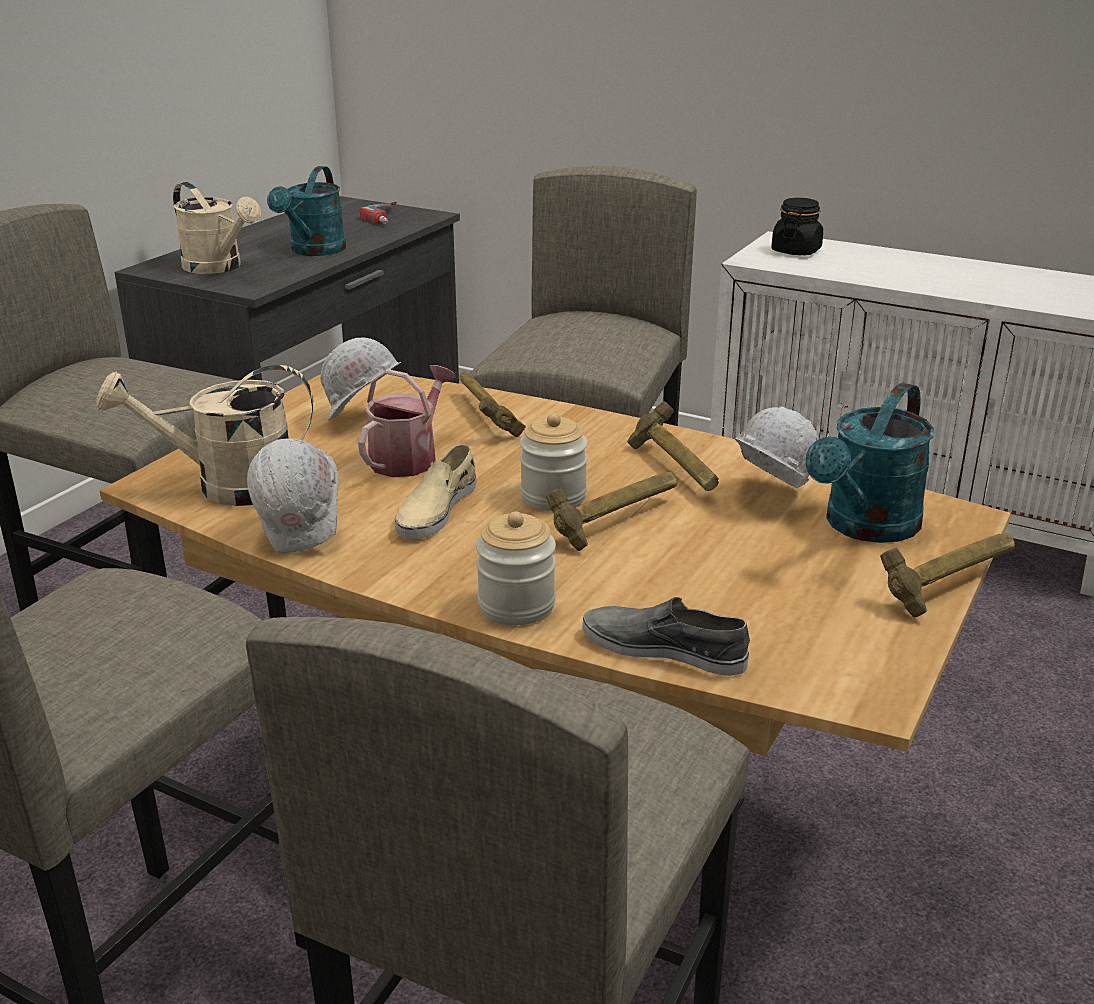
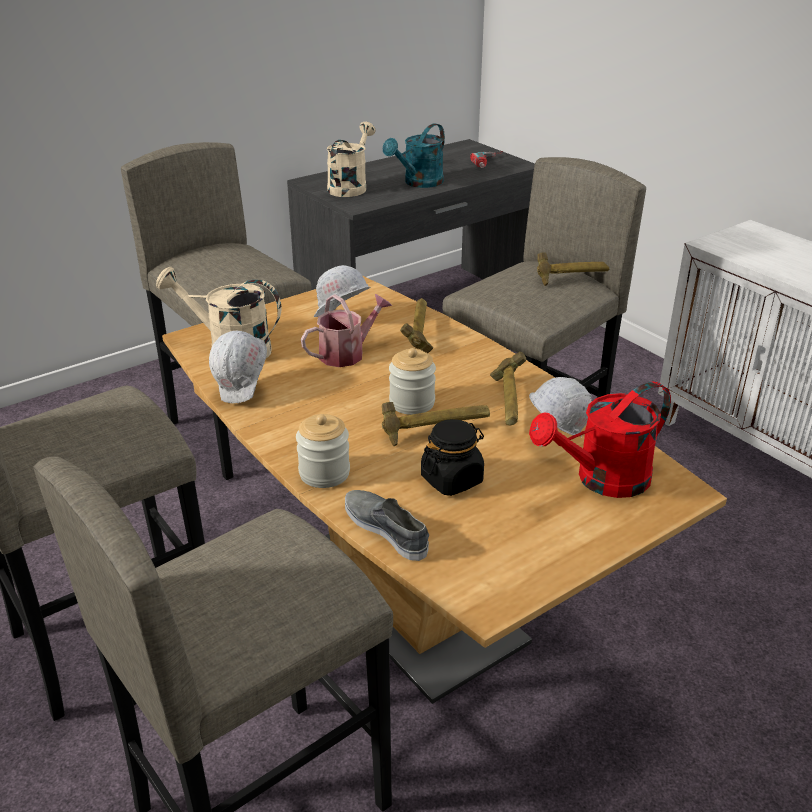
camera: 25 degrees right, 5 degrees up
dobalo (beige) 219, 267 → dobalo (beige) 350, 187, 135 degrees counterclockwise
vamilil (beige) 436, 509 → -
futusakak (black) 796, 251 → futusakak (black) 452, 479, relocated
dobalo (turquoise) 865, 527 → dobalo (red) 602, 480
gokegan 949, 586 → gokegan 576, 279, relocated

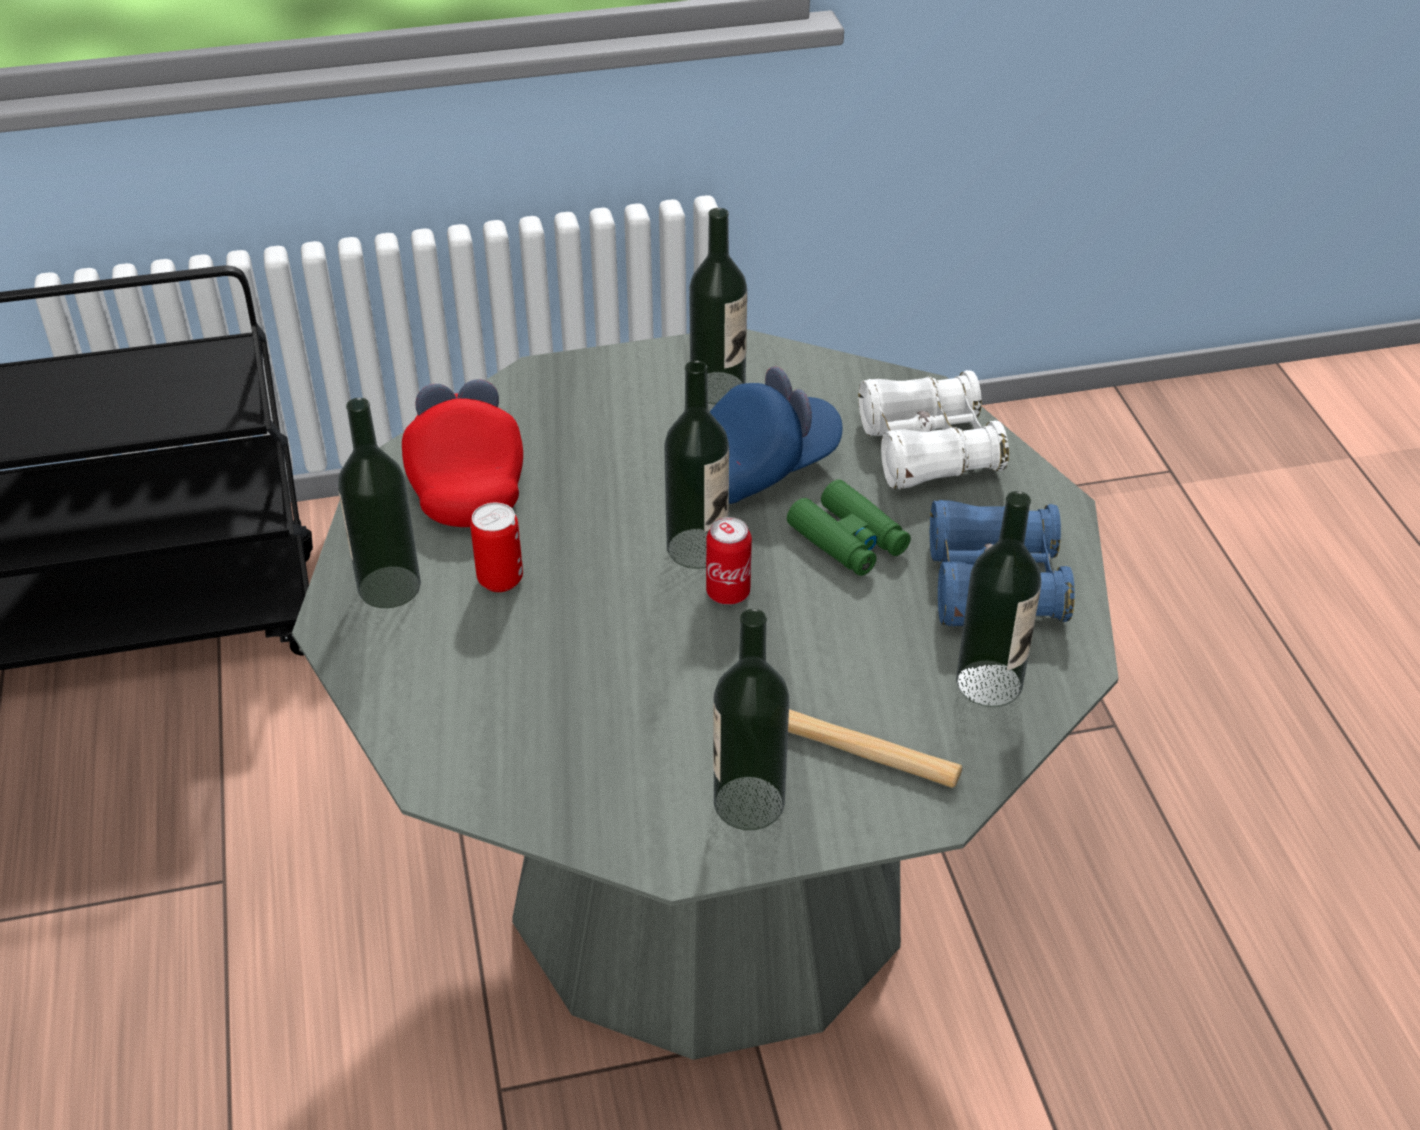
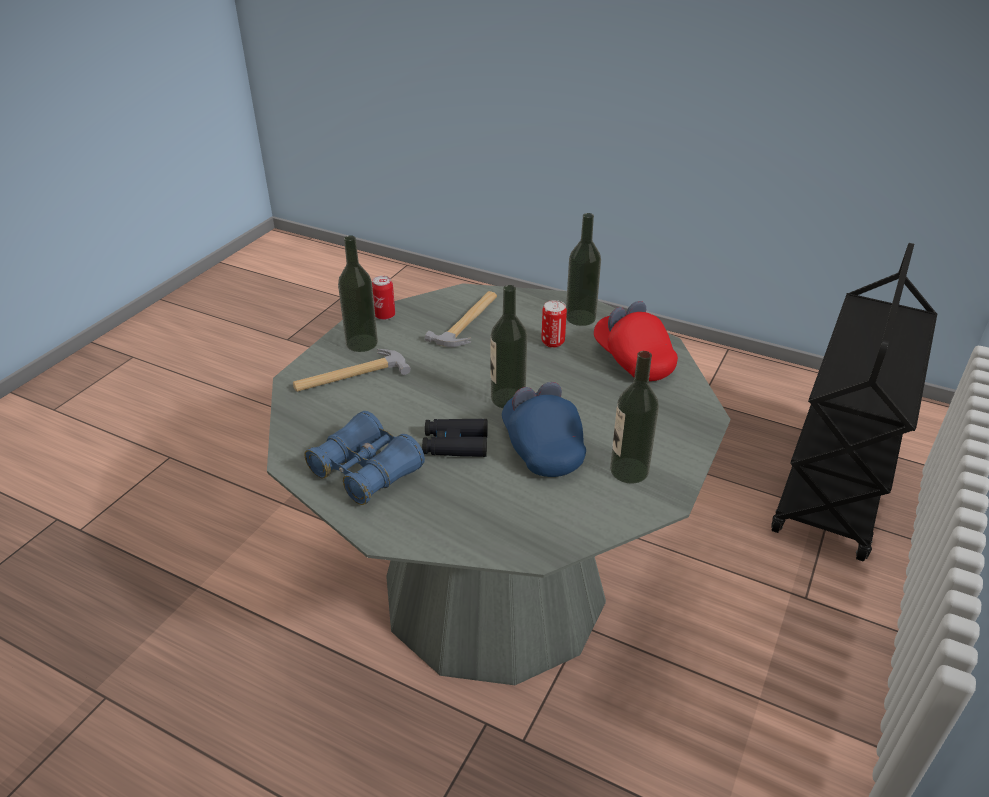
camera: 130 degrees right, 5 degrees down
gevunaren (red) 466, 481 → gevunaren (red) 633, 360, 150 degrees counterclockwise
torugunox 728, 593 → torugunox 384, 315, relocated
gevunaren (blue) 760, 468 → gevunaren (blue) 542, 447, 150 degrees clockwise
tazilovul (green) 848, 540 → tazilovul (black) 455, 444
tazilovul (white) 928, 449 → -
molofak 989, 683 → -
- → gokegan 469, 322

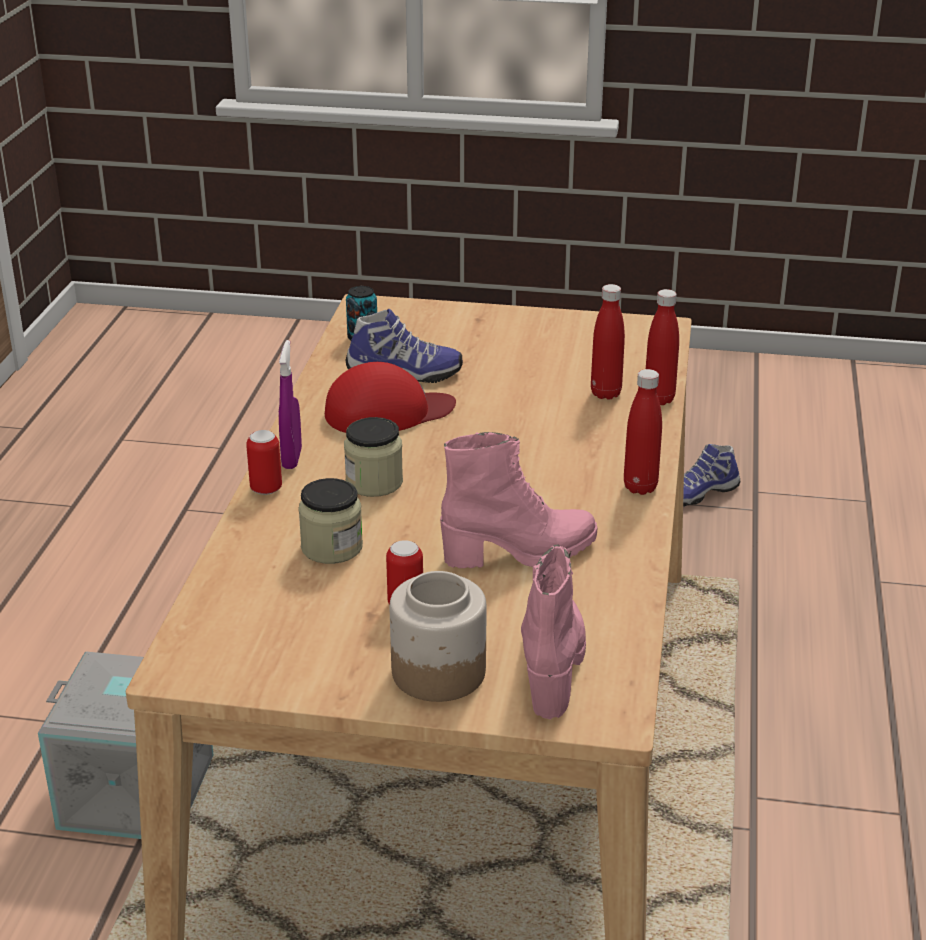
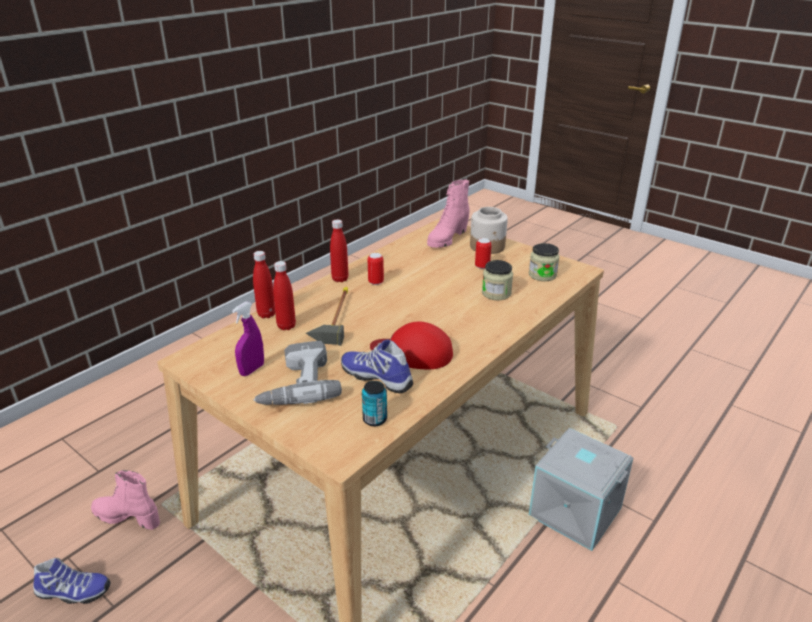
camera: 150 degrees left, 0 degrees up
torugunox 266, 489 → torugunox 376, 282, relocated
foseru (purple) 292, 458 → foseru (purple) 252, 370, relocated
futusakak 374, 482 → futusakak 542, 275, relocated
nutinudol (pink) 520, 553 → nutinudol (pink) 127, 517, relocated
- → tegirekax 295, 384
- → gokegan 333, 316

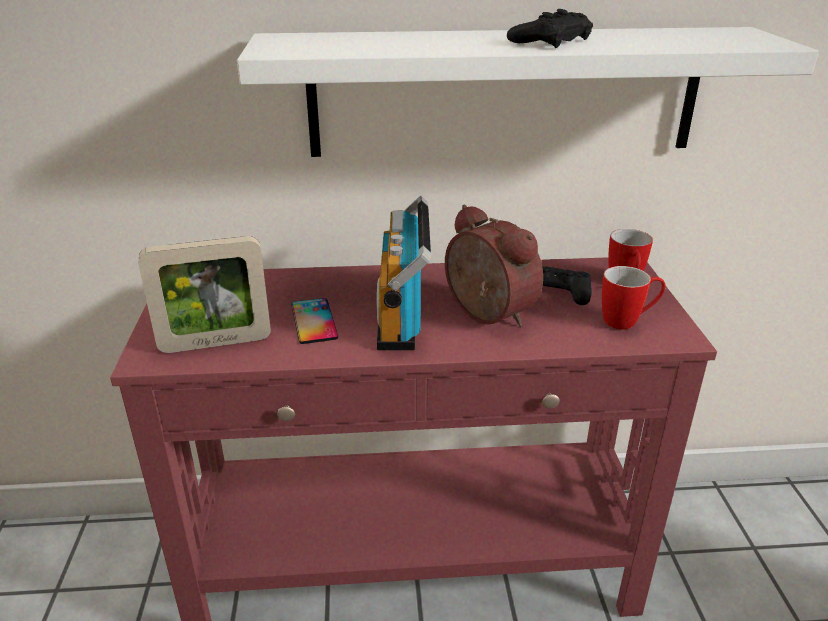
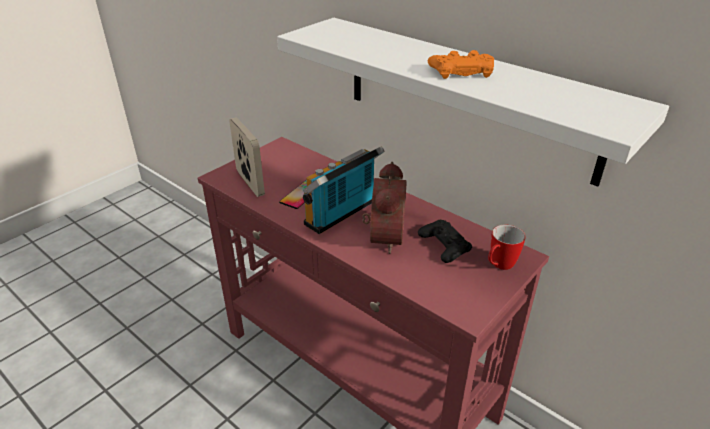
camera: 45 degrees right, 5 degrees up
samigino 215, 343 → samigino 250, 183, 150 degrees counterclockwise
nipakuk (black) 550, 40 → nipakuk (orange) 461, 71
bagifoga 628, 321 → -

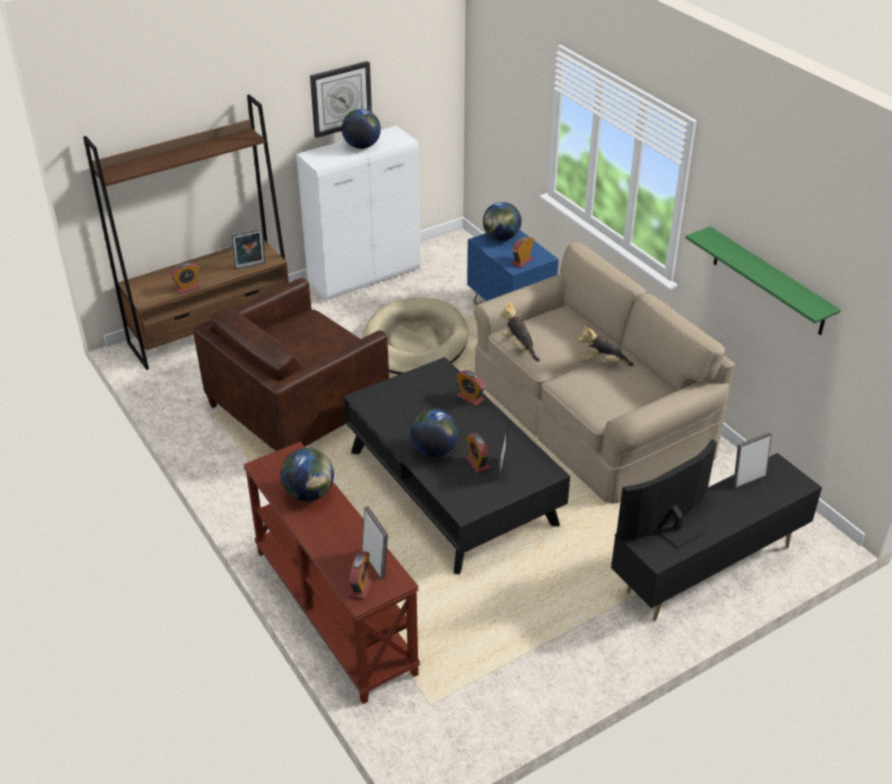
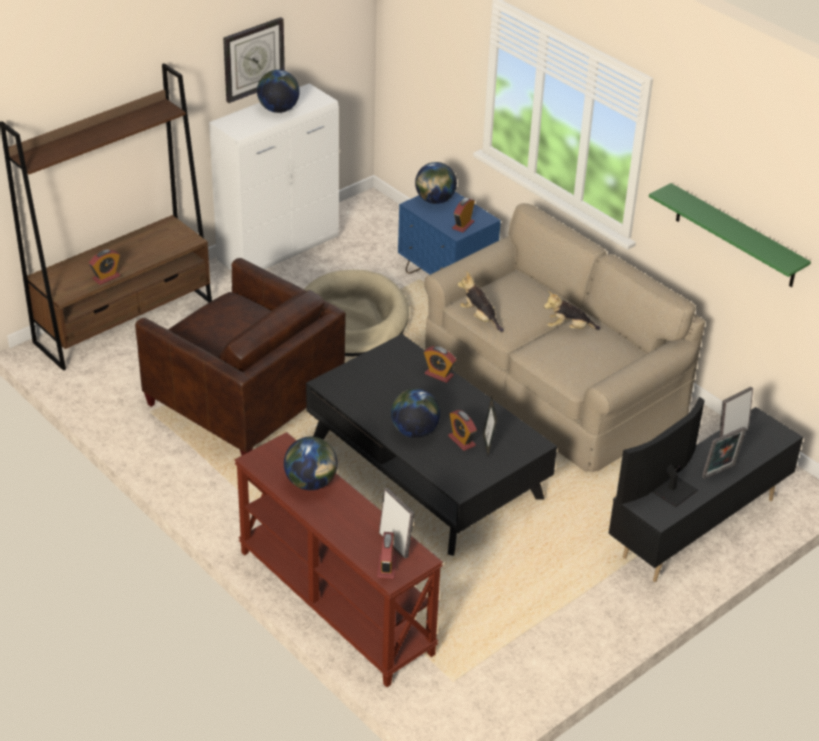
camera: 10 degrees left, 0 degrees up
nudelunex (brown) 298, 408 → nudelunex (brown) 243, 399, 90 degrees counterclockwise
samigino 250, 267 → samigino 720, 472, relocated

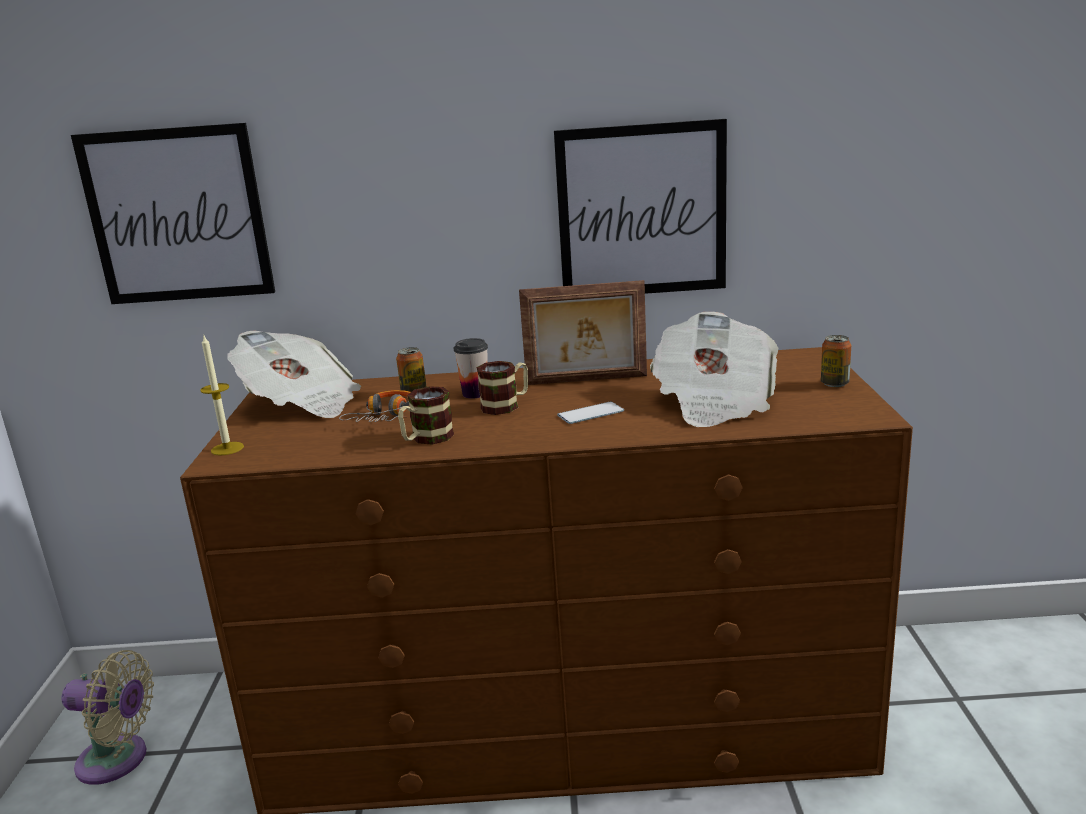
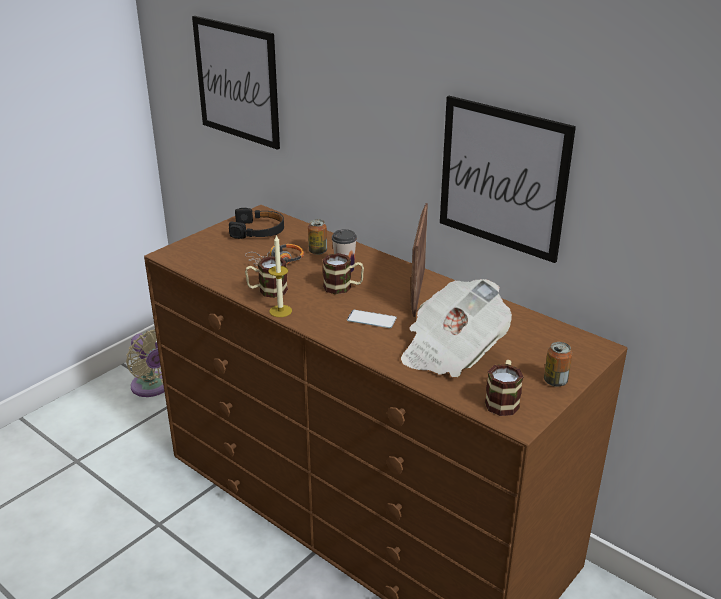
camera: 40 degrees right, 10 degrees up
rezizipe 227, 448 → rezizipe 280, 311, relocated
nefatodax 301, 404 → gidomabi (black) 258, 231
samigino 586, 381 → samigino 417, 291, 60 degrees clockwise
- → bagifoga 503, 400

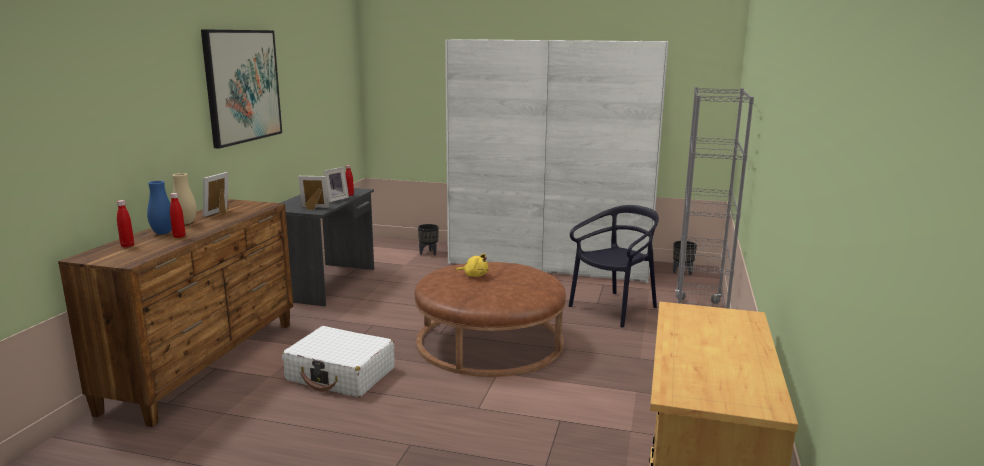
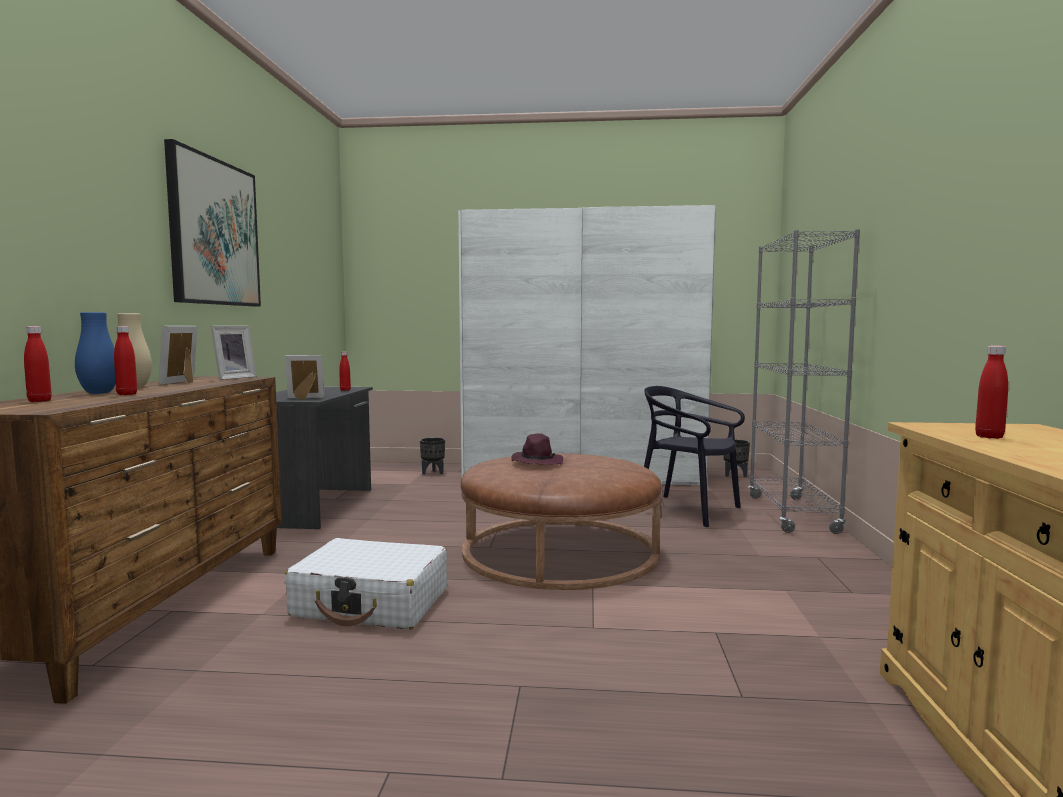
camera: 10 degrees left, 10 degrees down
samigino 335, 199 → samigino 232, 378, relocated
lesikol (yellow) 474, 275 → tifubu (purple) 536, 462
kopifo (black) 614, 308 → kopifo (black) 688, 510, 90 degrees counterclockwise
- → molofak (red) 989, 437

